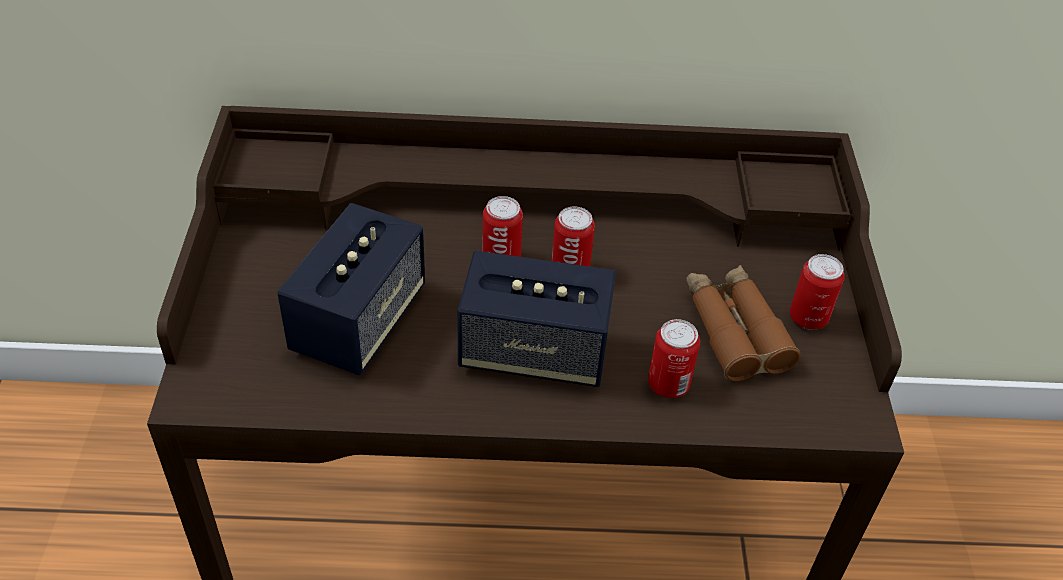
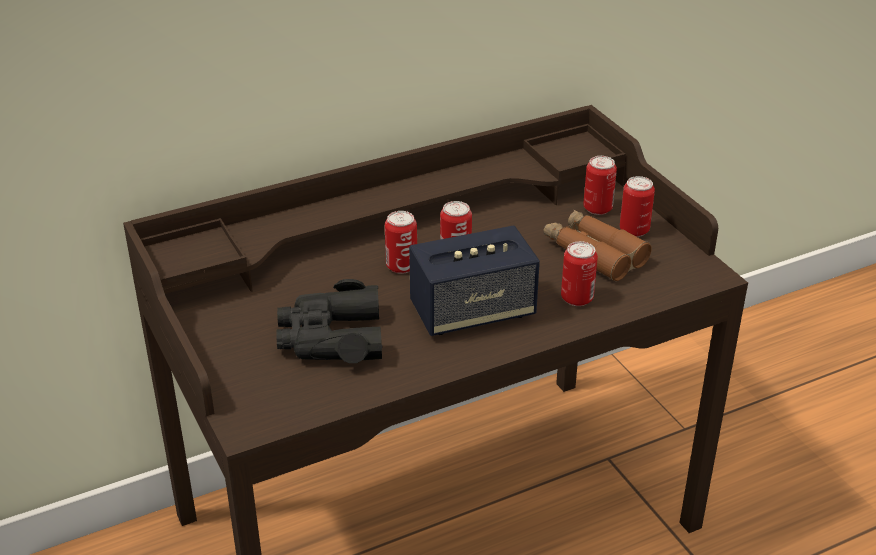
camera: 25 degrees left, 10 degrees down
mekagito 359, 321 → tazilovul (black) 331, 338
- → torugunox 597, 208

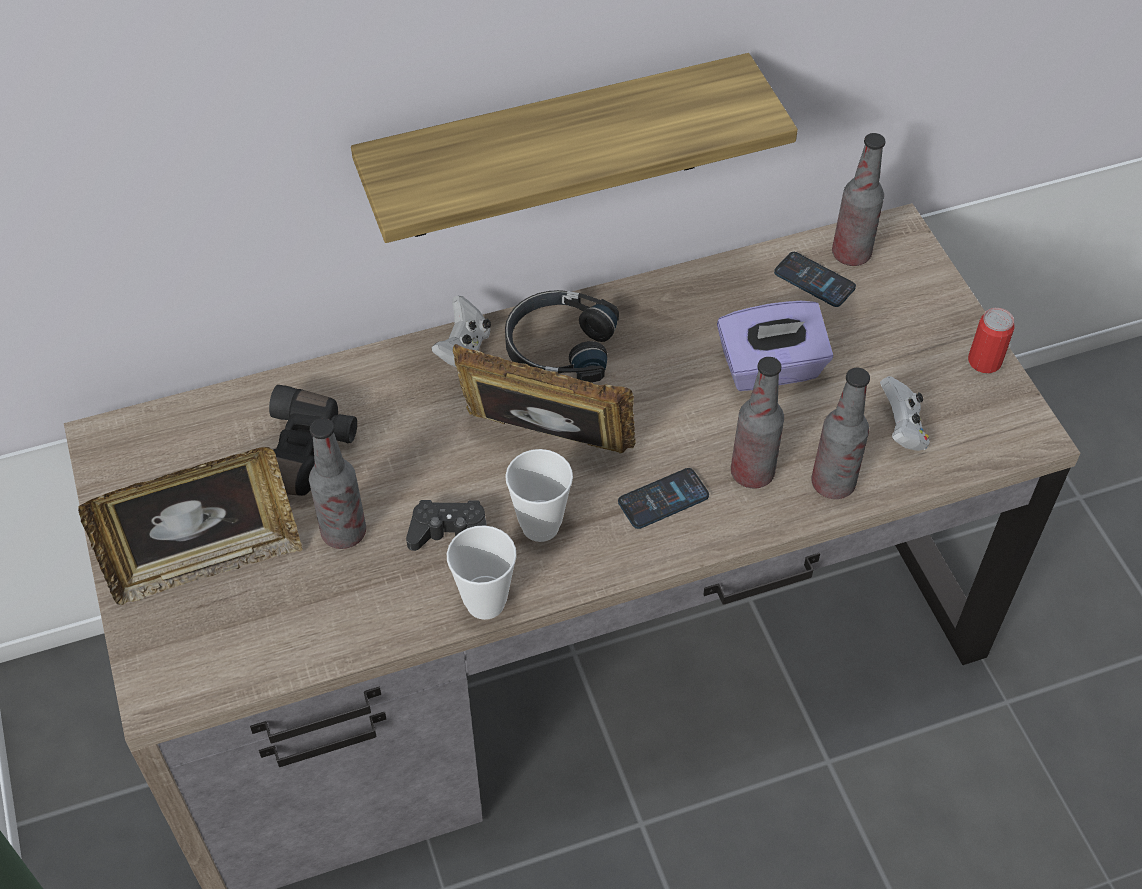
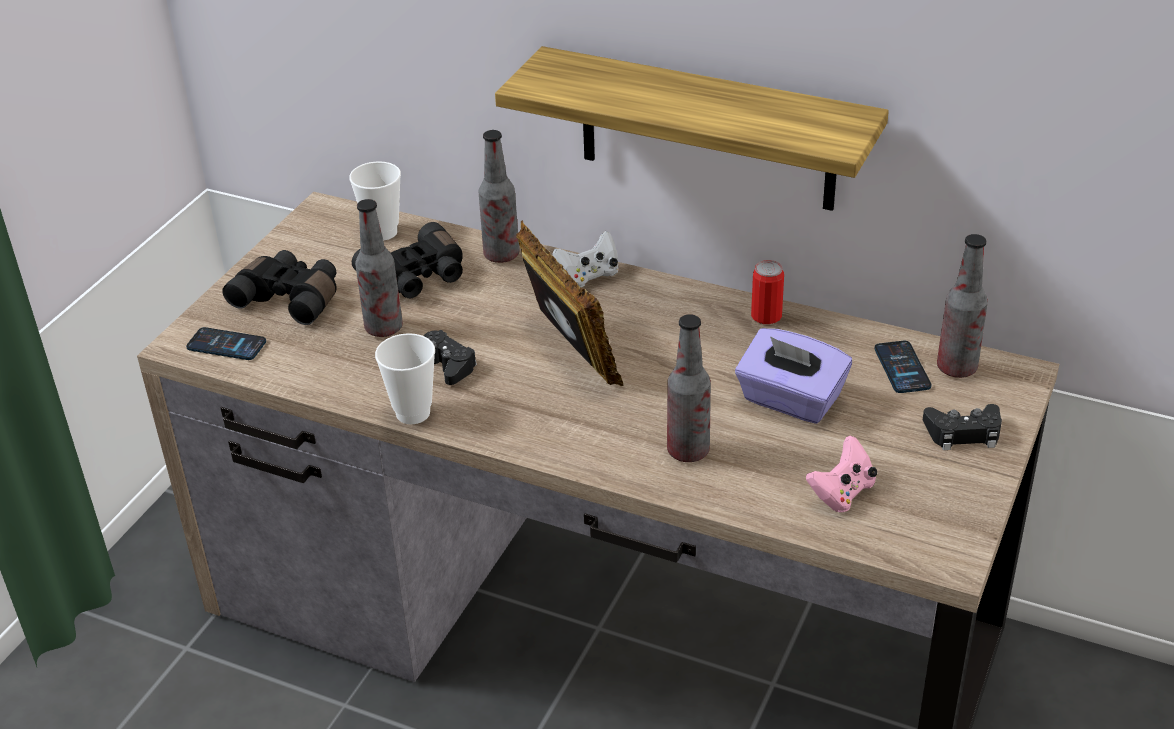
camera: 45 degrees right, 15 degrees down
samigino 206, 562 → tazilovul (black) 291, 298
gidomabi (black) 559, 347 → -
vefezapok 540, 526 → vefezapok 382, 232, relocated
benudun 663, 499 → benudun 226, 345, relocated
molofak 833, 483 → molofak 501, 255, relocated
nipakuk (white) 902, 430 → nipakuk (pink) 842, 493
torugunox 984, 361 → torugunox 766, 316, relocated
- → nipakuk (black) 963, 433

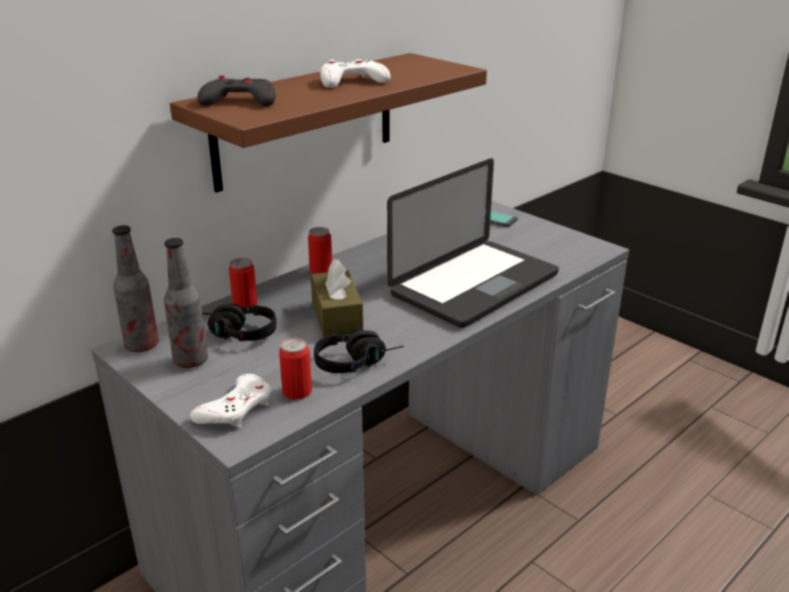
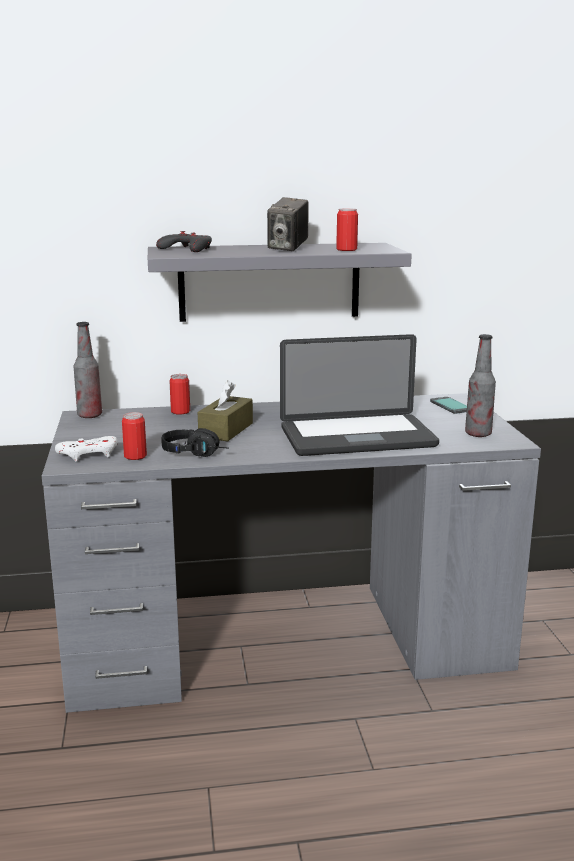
camera: 35 degrees right, 10 degrees down
molofak 191, 361 → molofak 478, 434, relocated
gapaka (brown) 305, 120 → gapaka (grey) 269, 282
gidomabi (black) 235, 334 → -
torugunox 321, 270 → torugunox 346, 250, relocated
nipakuk (white) 352, 81 → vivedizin 288, 249

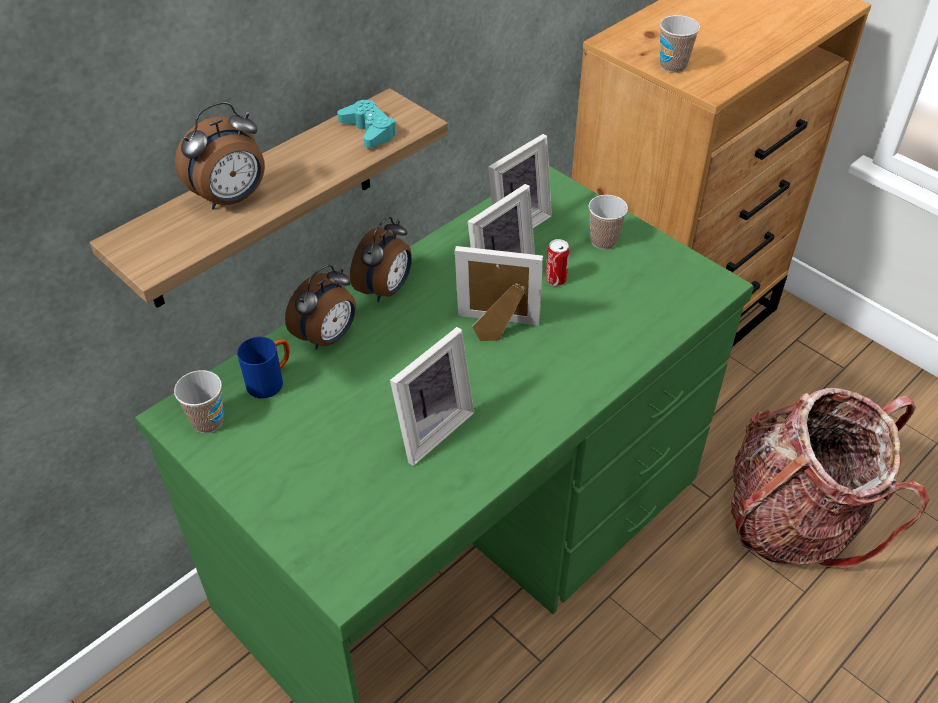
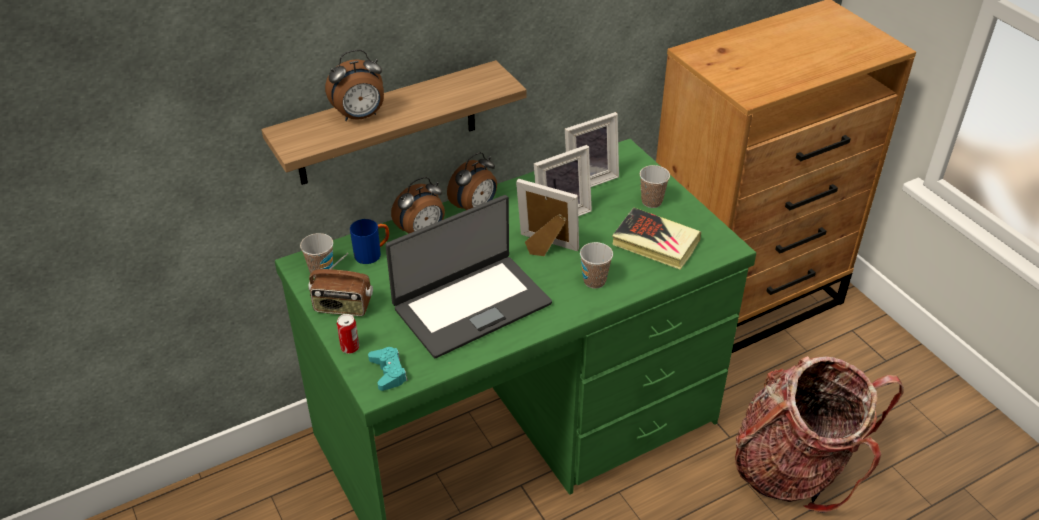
camera: 15 degrees right, 5 degrees down
nipakuk (turquoise) 369, 130 → nipakuk (turquoise) 388, 372, relocated
samigino 429, 428 → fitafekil 471, 304
torugunox 556, 279 → torugunox 350, 347, relocated
vefezapok 673, 66 → vefezapok 594, 281, relocated
- → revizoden 342, 307
- → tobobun 655, 243

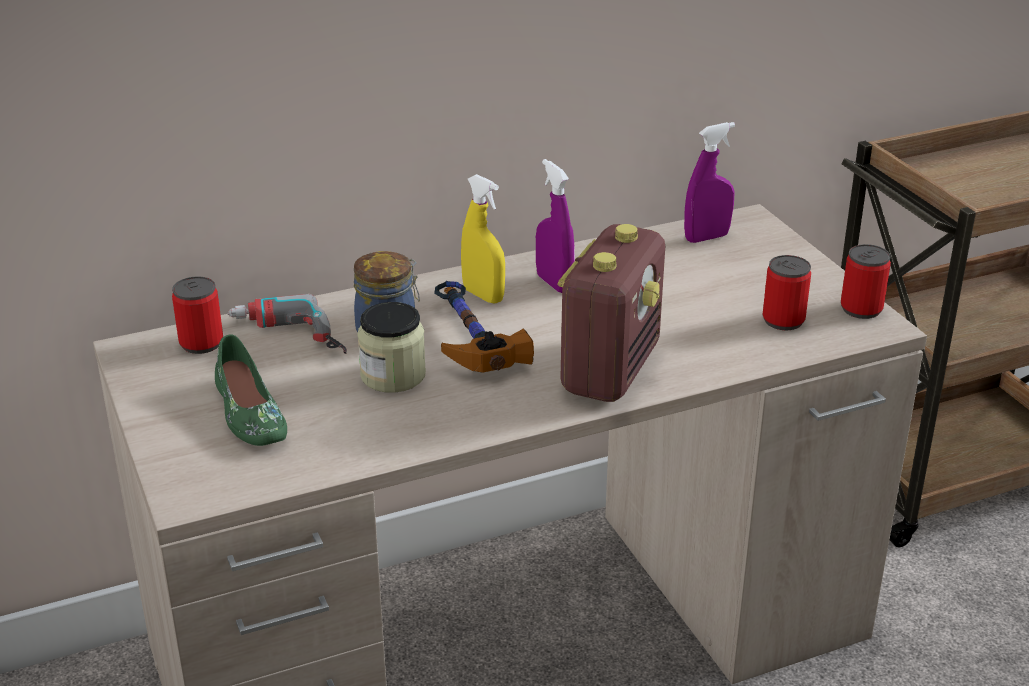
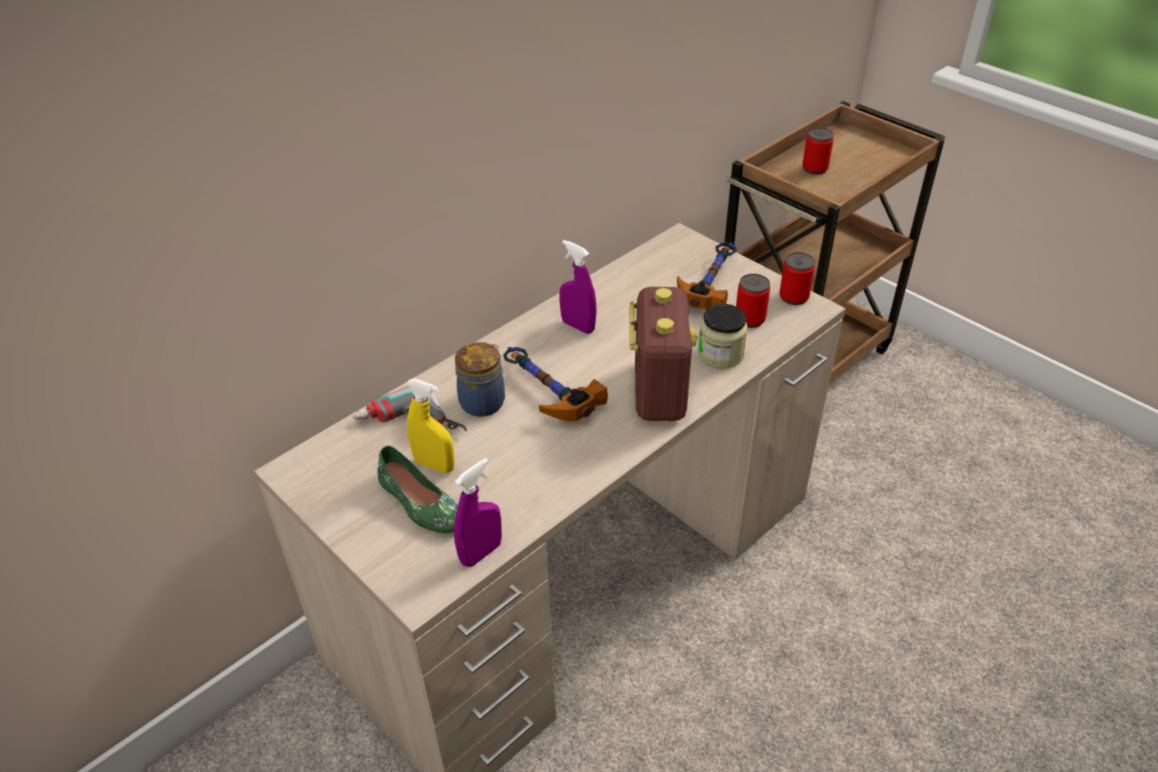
camera: 20 degrees left, 10 degrees up
torugunox 201, 343 → torugunox 815, 168, relocated
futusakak 393, 375 → futusakak 720, 354, relocated
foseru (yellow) 483, 295 → foseru (yellow) 434, 465, relocated
foseru (purple) 707, 237 → foseru (purple) 481, 553, relocated
- → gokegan 710, 283

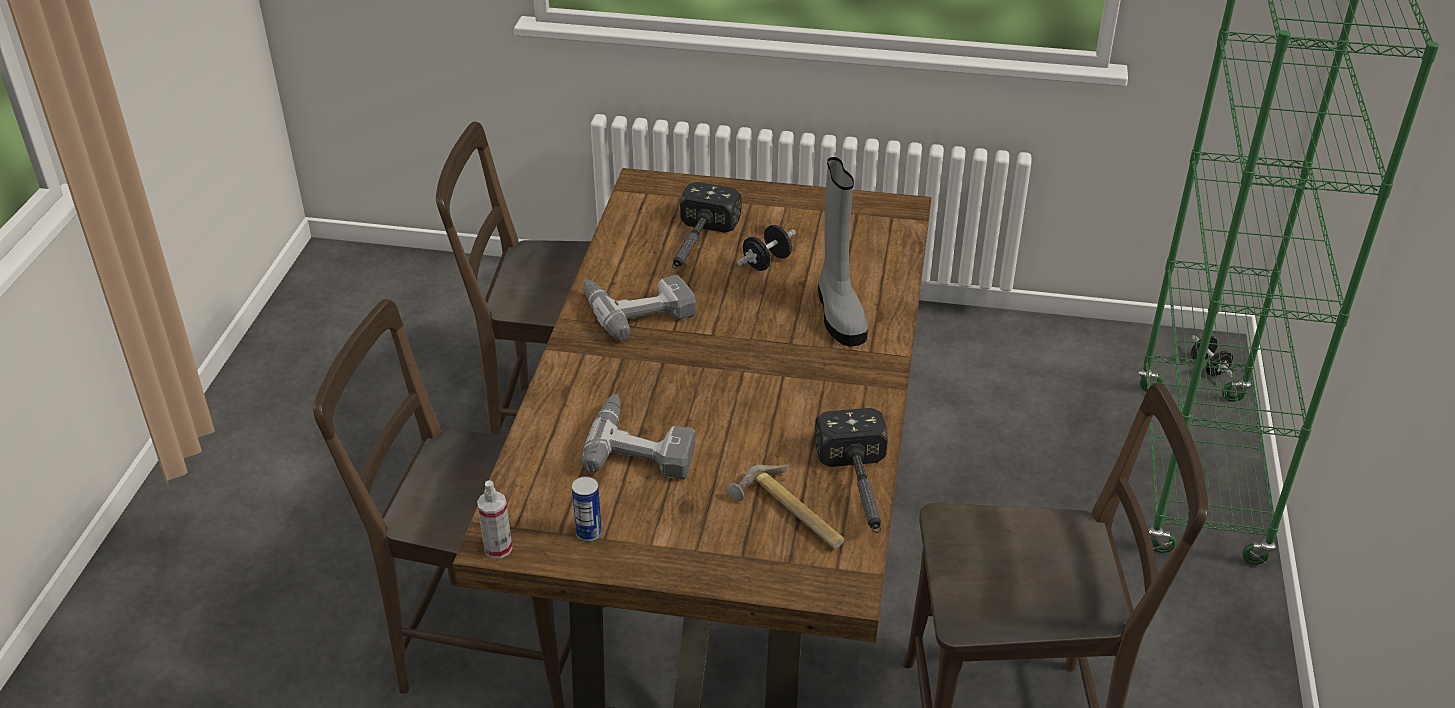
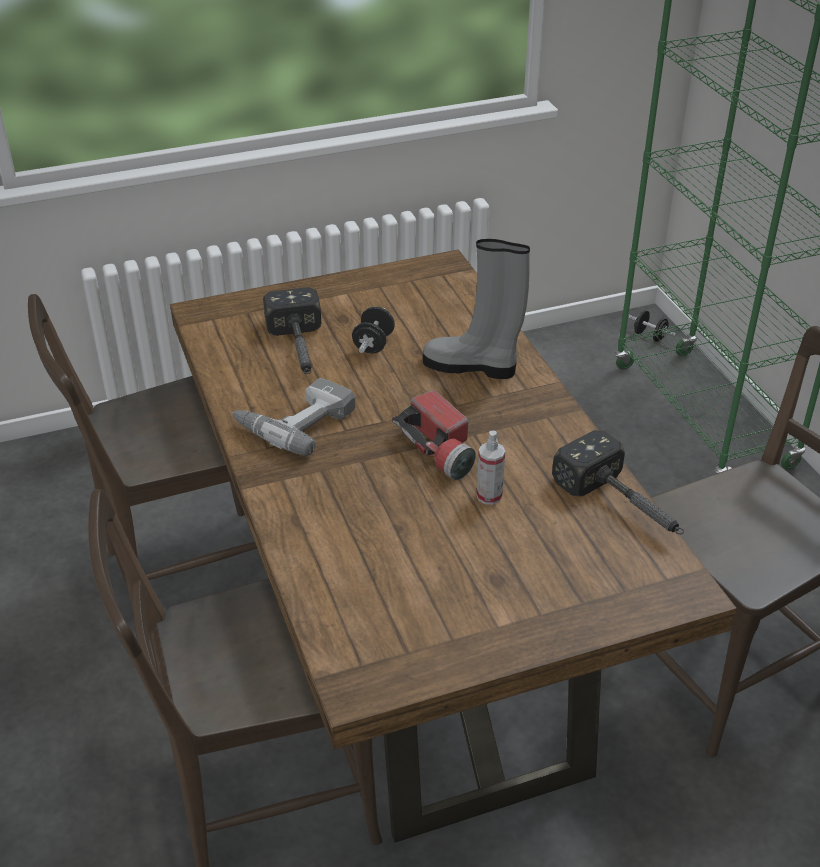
camera: 30 degrees left, 0 degrees up
foseru 498, 548 → foseru 489, 496, relocated
torugunox 589, 533 → -
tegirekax 643, 445 → -
gokegan 789, 515 → -
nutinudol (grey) 839, 313 → nutinudol (grey) 472, 366, 150 degrees clockwise
- → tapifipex 439, 449

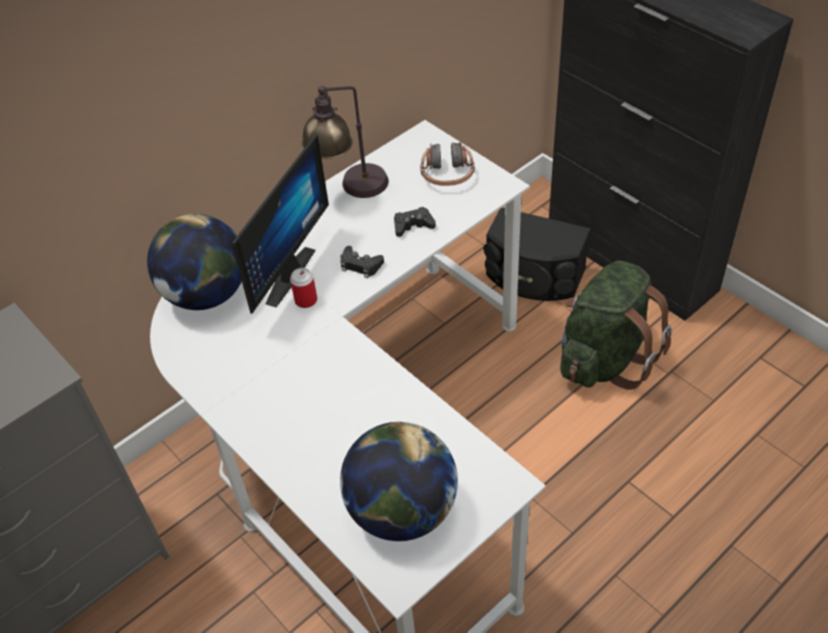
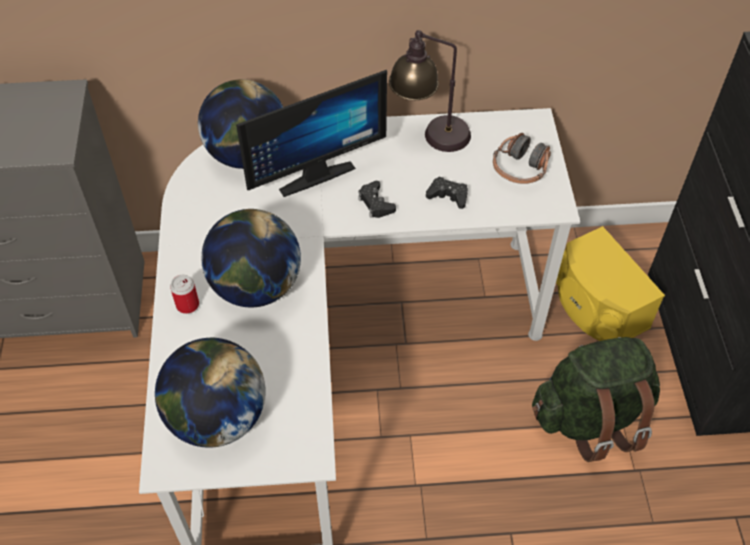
camera: 35 degrees right, 5 degrees up
torugunox 306, 300 → torugunox 187, 305, relocated
mekagito (black) 533, 276 → mekagito (yellow) 596, 306
- → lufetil 256, 286

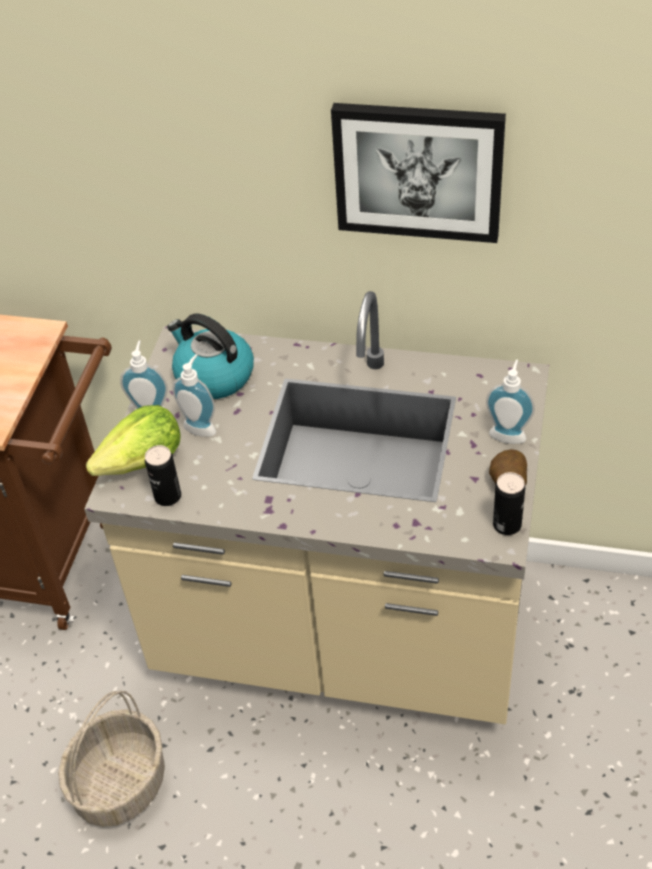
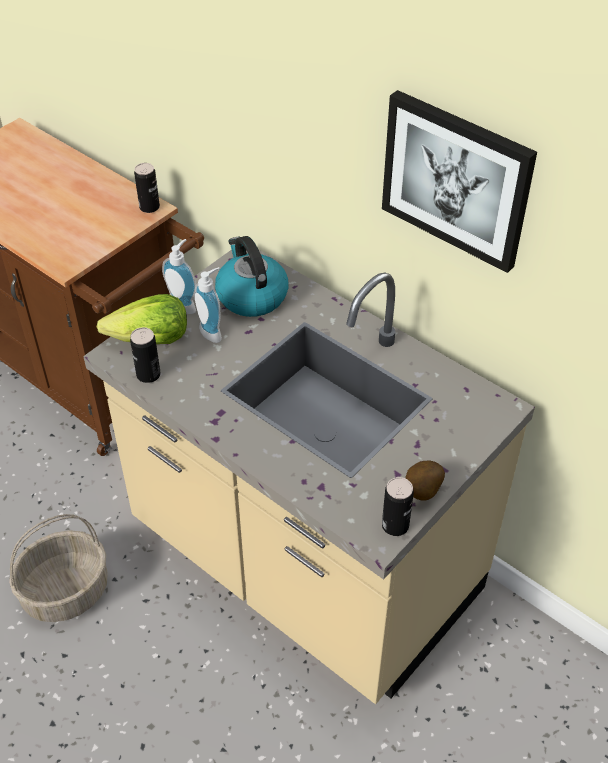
camera: 25 degrees right, 0 degrees up
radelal 508, 433 → -
- → torugunox 149, 207

